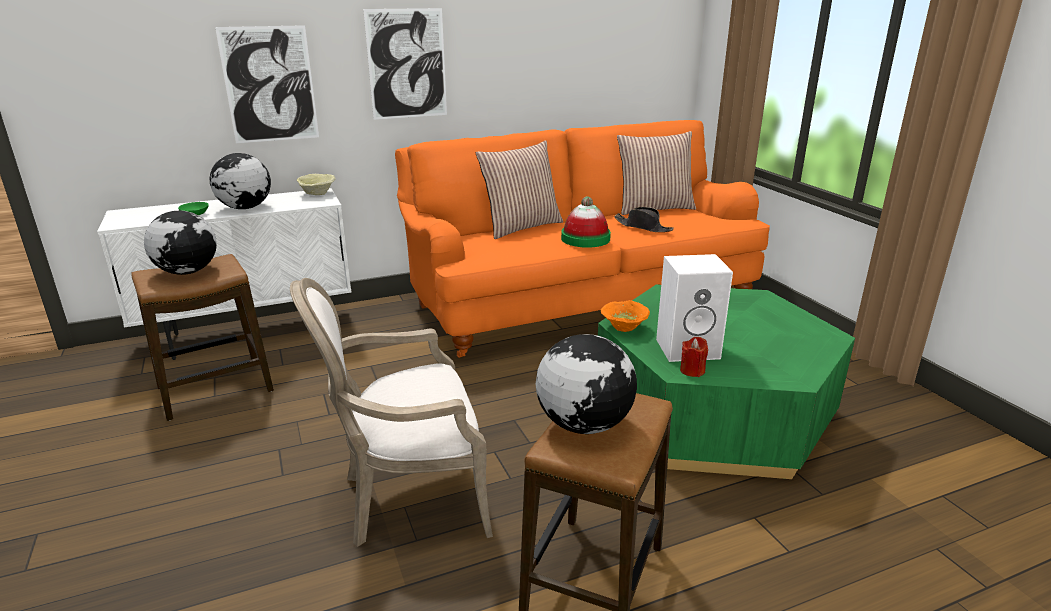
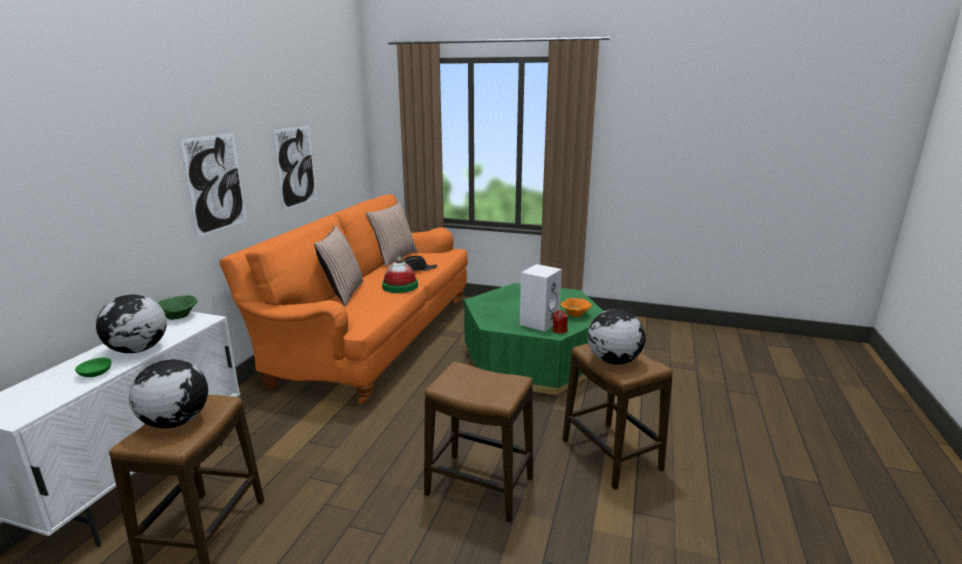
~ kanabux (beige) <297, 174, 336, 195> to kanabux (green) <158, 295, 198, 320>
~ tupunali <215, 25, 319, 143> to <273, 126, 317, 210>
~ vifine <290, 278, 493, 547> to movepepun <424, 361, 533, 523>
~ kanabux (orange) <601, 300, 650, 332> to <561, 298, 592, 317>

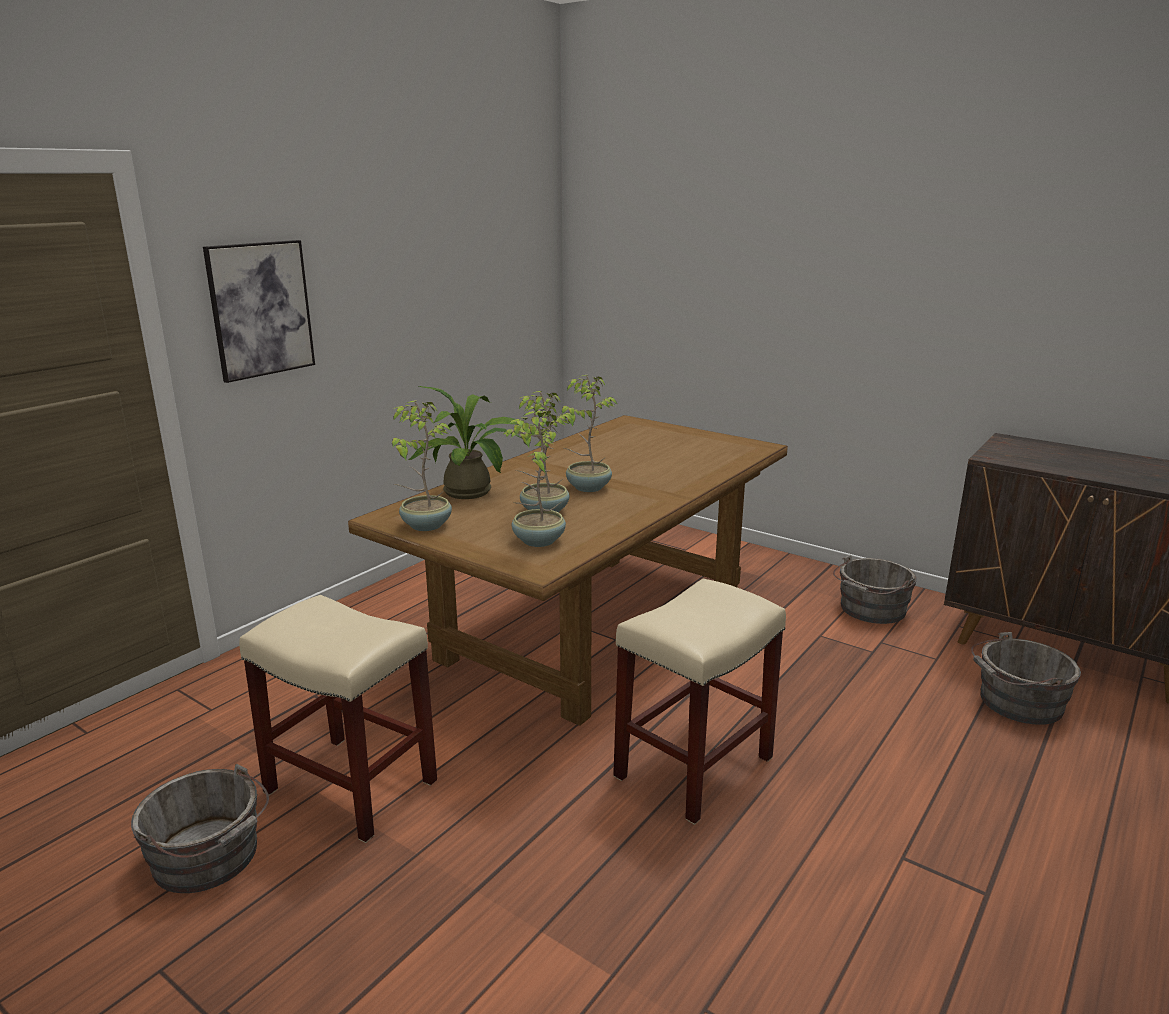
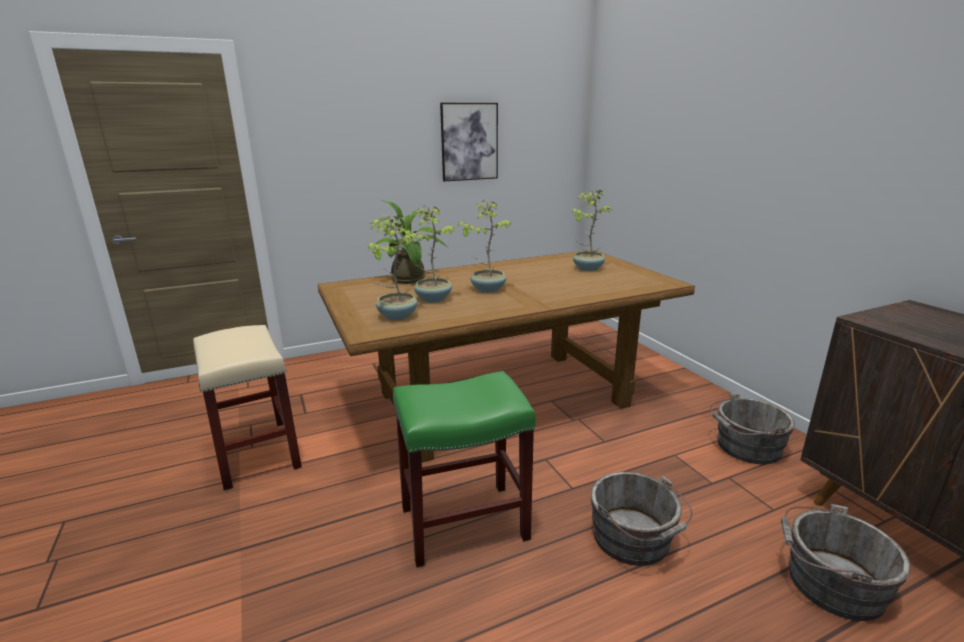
~ movepepun (beige) <613, 579, 786, 825> to movepepun (green) <393, 371, 536, 568>
~ tupunali <203, 240, 315, 383> to <440, 103, 498, 182>
~ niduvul <392, 401, 452, 531> to <572, 189, 612, 271>
~ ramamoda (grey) <131, 763, 269, 893> to <590, 472, 693, 566>

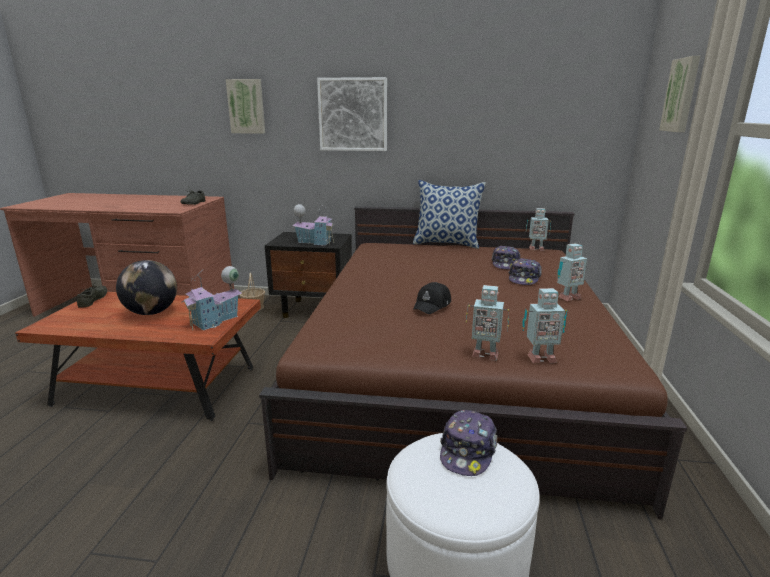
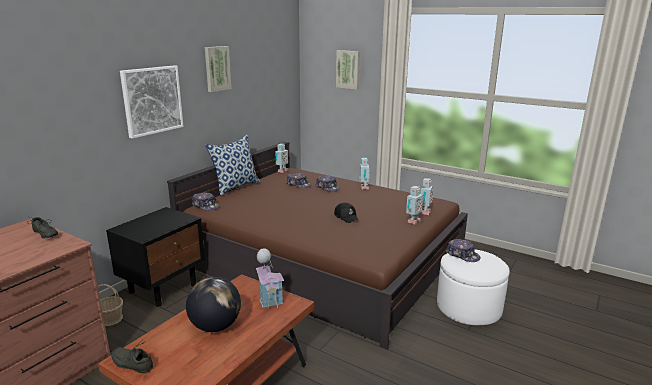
+ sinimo <192, 192, 219, 210>
~ tupunali <226, 79, 265, 134> to <205, 46, 231, 92>
- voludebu <293, 203, 334, 246>

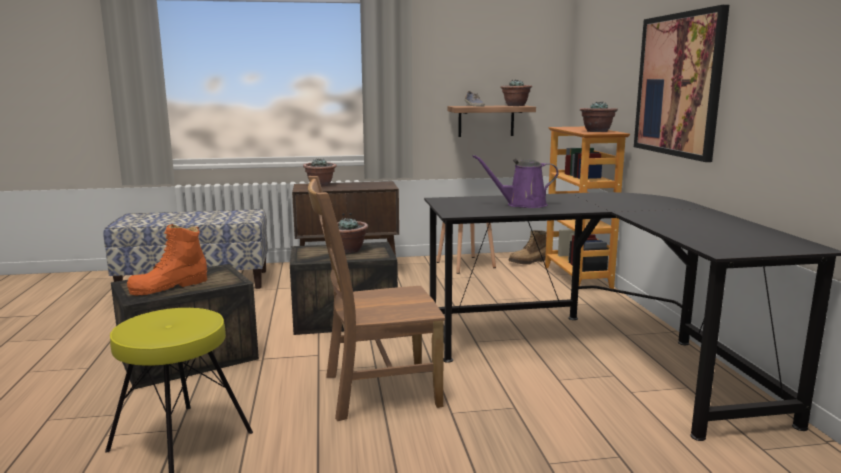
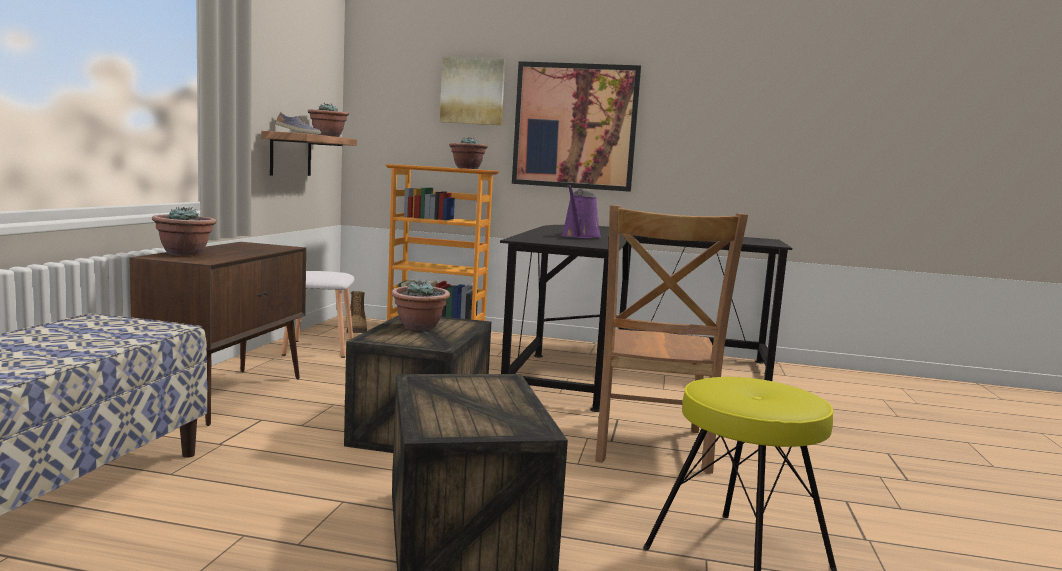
+ tupunali <440, 57, 505, 125>
- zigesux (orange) <127, 224, 207, 296>

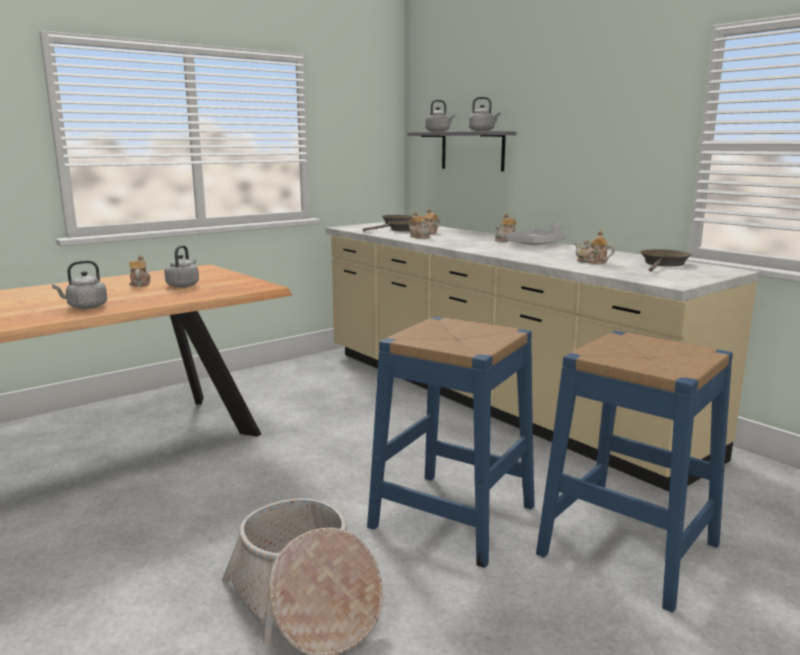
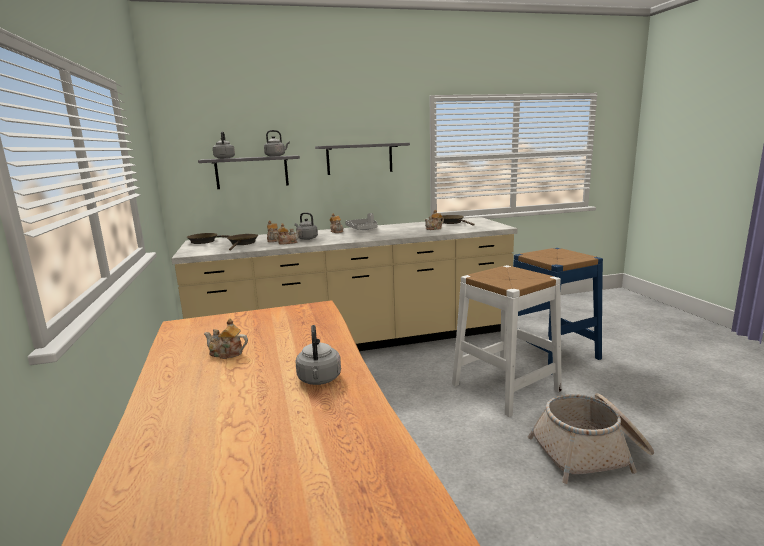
~ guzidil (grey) <165, 245, 199, 287> to <295, 212, 318, 240>
+ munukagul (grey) <315, 143, 410, 175>
~ movepepun (blue) <367, 317, 535, 568> to movepepun (white) <452, 265, 562, 417>

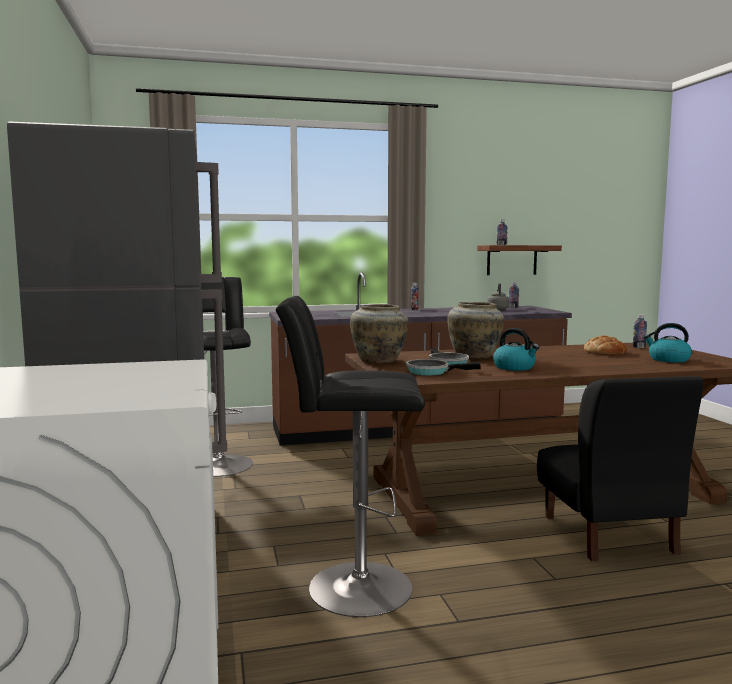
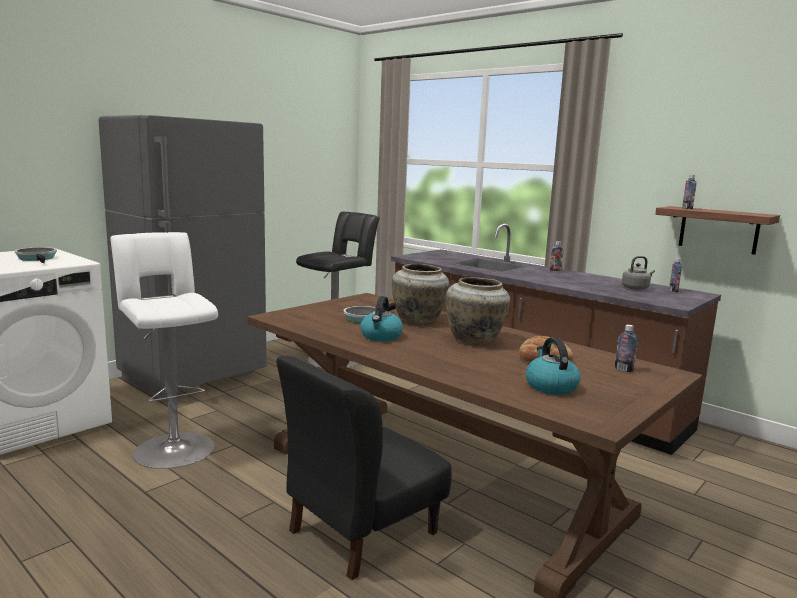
~ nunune <406, 359, 481, 376> to <15, 247, 57, 263>
~ movepepun (black) <276, 296, 425, 617> to movepepun (white) <110, 232, 218, 469>
~ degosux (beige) <350, 304, 408, 363> to <446, 277, 510, 345>

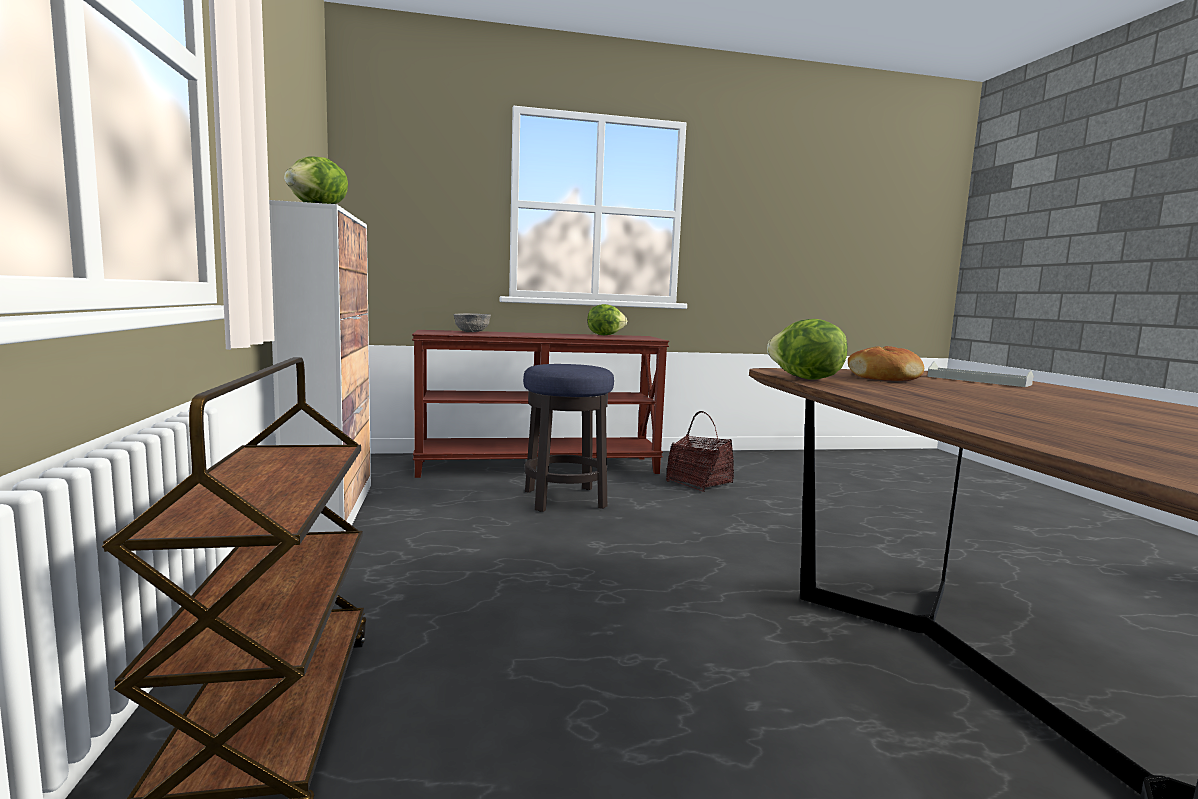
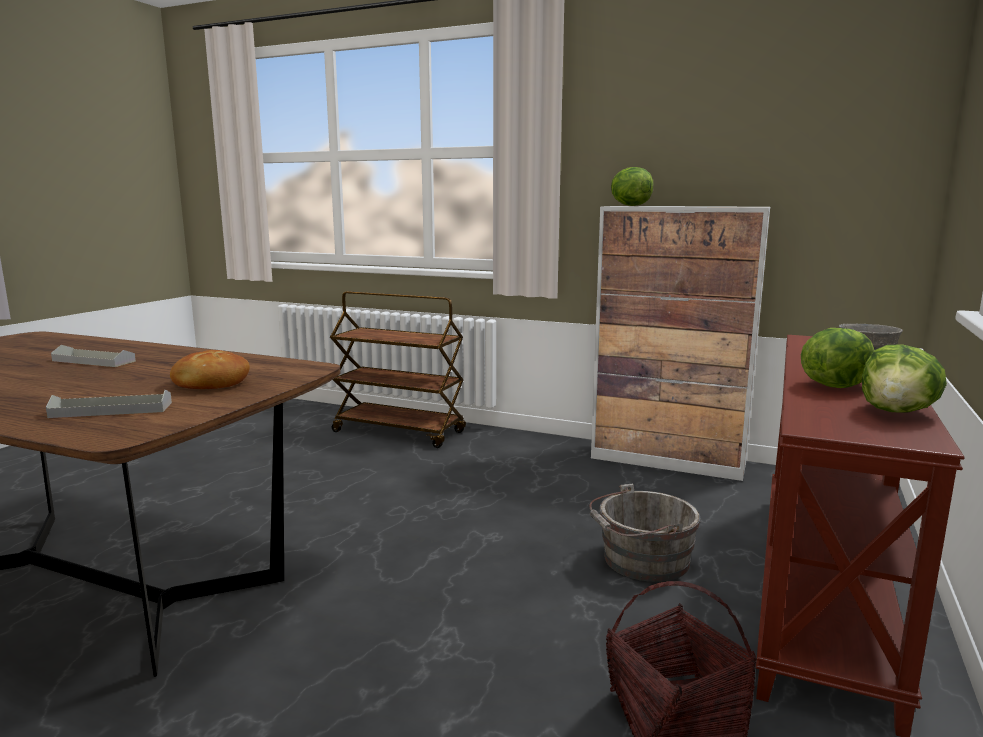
+ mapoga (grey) <51, 345, 136, 367>
~ movepepun <523, 364, 614, 512> to ramamoda (grey) <589, 483, 701, 582>
~ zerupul <767, 319, 848, 380> to <801, 328, 874, 388>

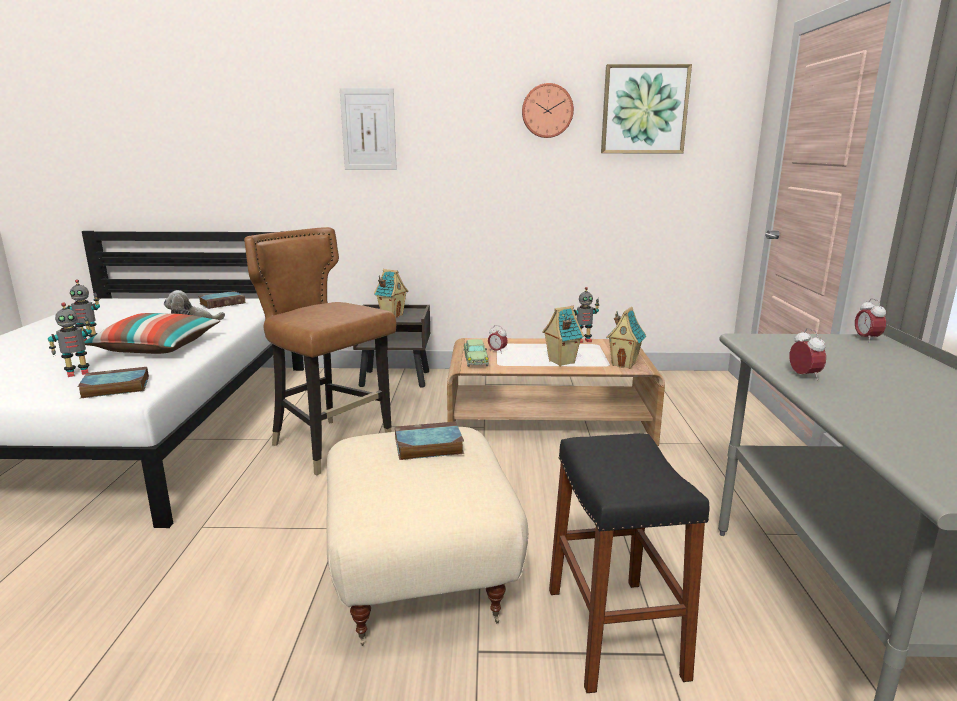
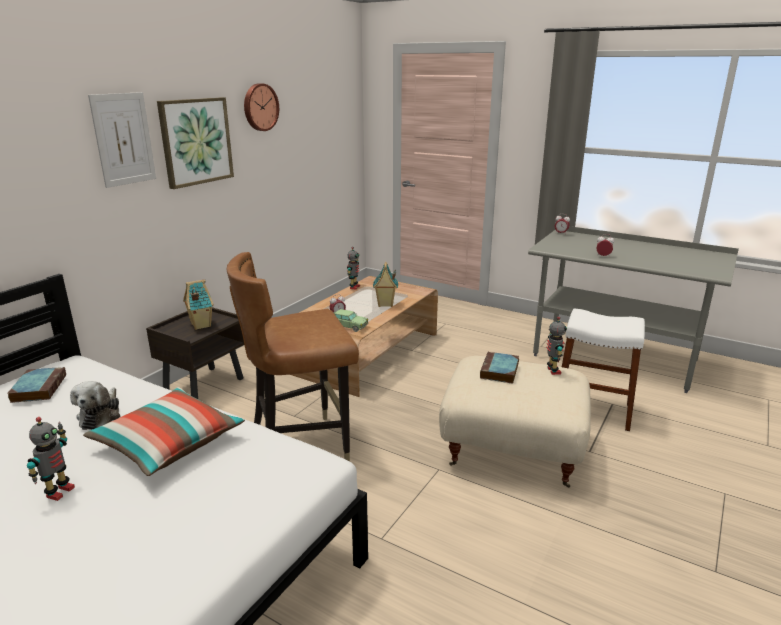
~ tupunali <601, 64, 692, 153> to <157, 97, 234, 189>
~ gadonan <48, 302, 92, 377> to <546, 317, 567, 375>
~ movepepun (black) <549, 433, 709, 693> to movepepun (white) <562, 309, 645, 431>
- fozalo <78, 367, 149, 398>
- voludebu <606, 307, 647, 369>

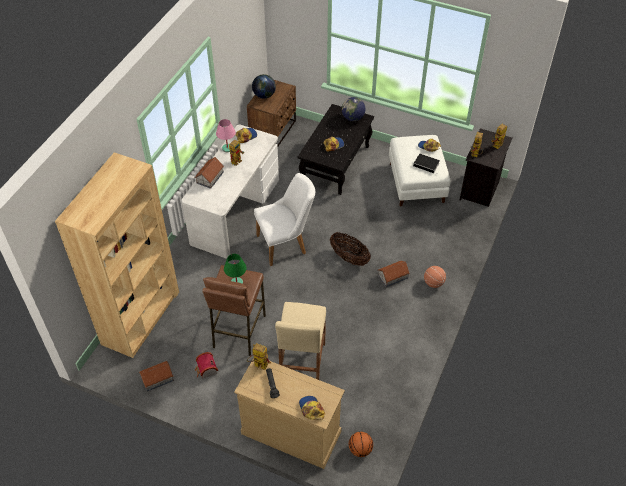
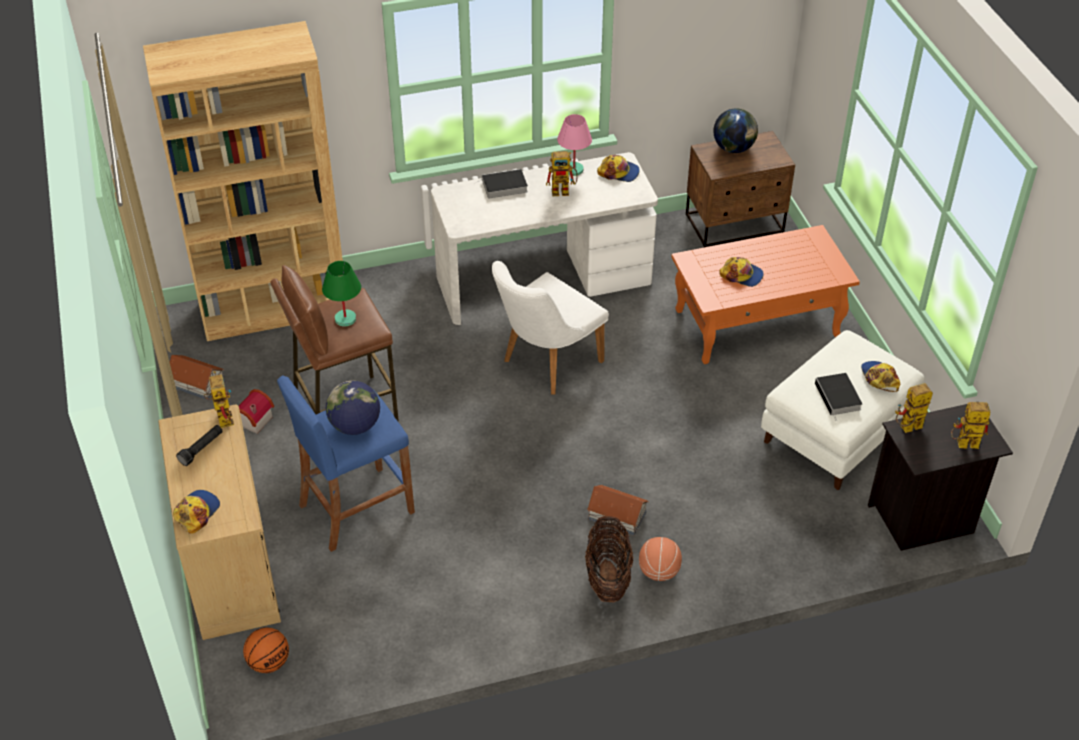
~ movepepun (beige) <275, 302, 326, 380> to movepepun (blue) <277, 376, 415, 552>
~ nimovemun <342, 97, 366, 121> to <326, 381, 380, 435>
~ voludebu <195, 157, 224, 189> to fozalo <475, 169, 528, 198>
~ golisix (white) <254, 173, 315, 266> = <492, 261, 609, 394> 105 degrees clockwise
~ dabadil <330, 232, 371, 266> to <585, 516, 633, 602>
~ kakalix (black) <298, 104, 374, 195> to kakalix (orange) <671, 225, 860, 364>

